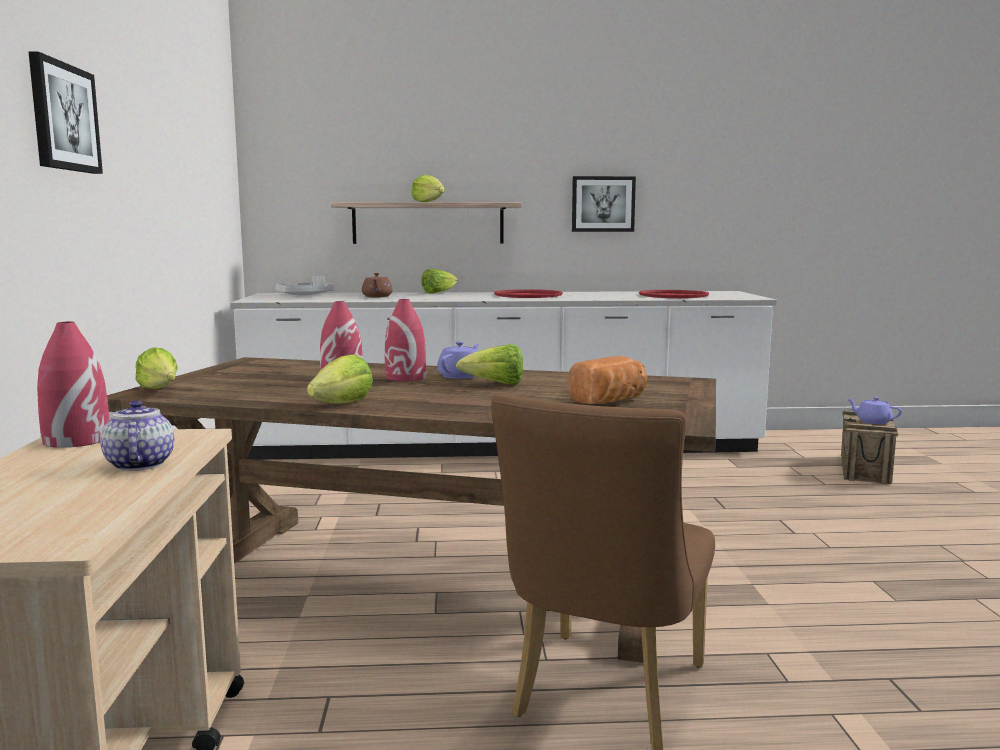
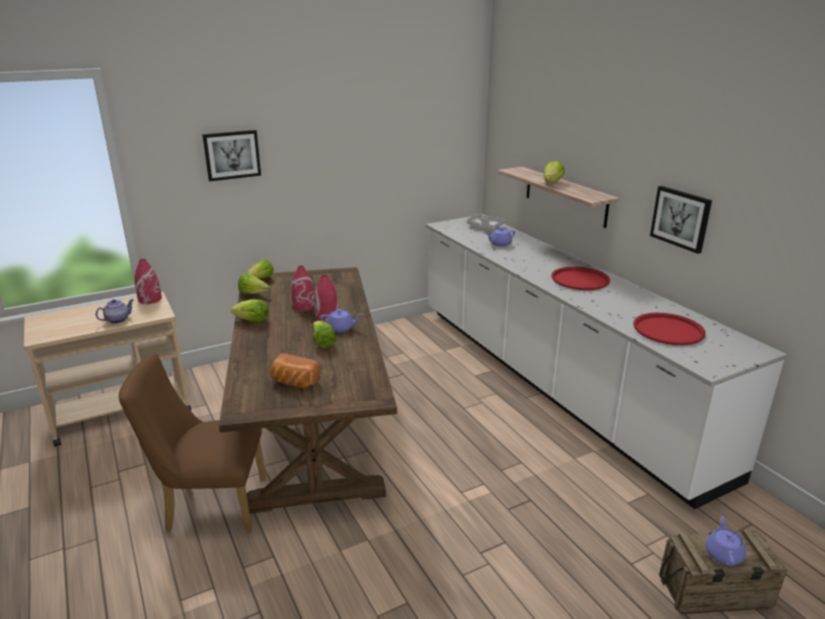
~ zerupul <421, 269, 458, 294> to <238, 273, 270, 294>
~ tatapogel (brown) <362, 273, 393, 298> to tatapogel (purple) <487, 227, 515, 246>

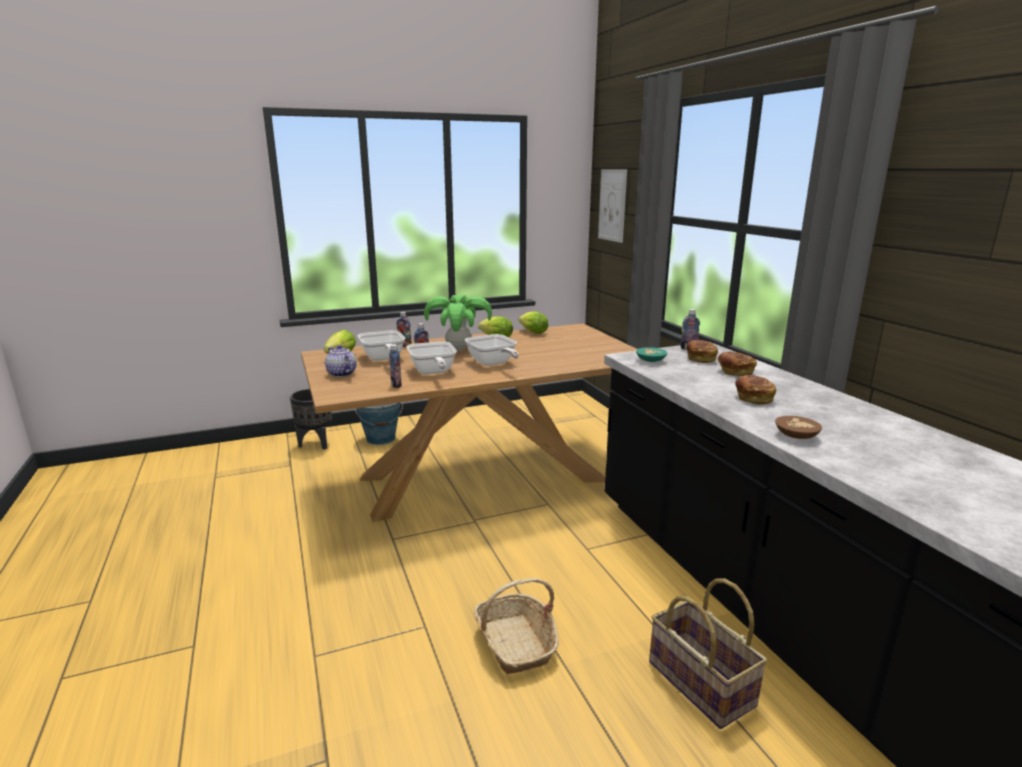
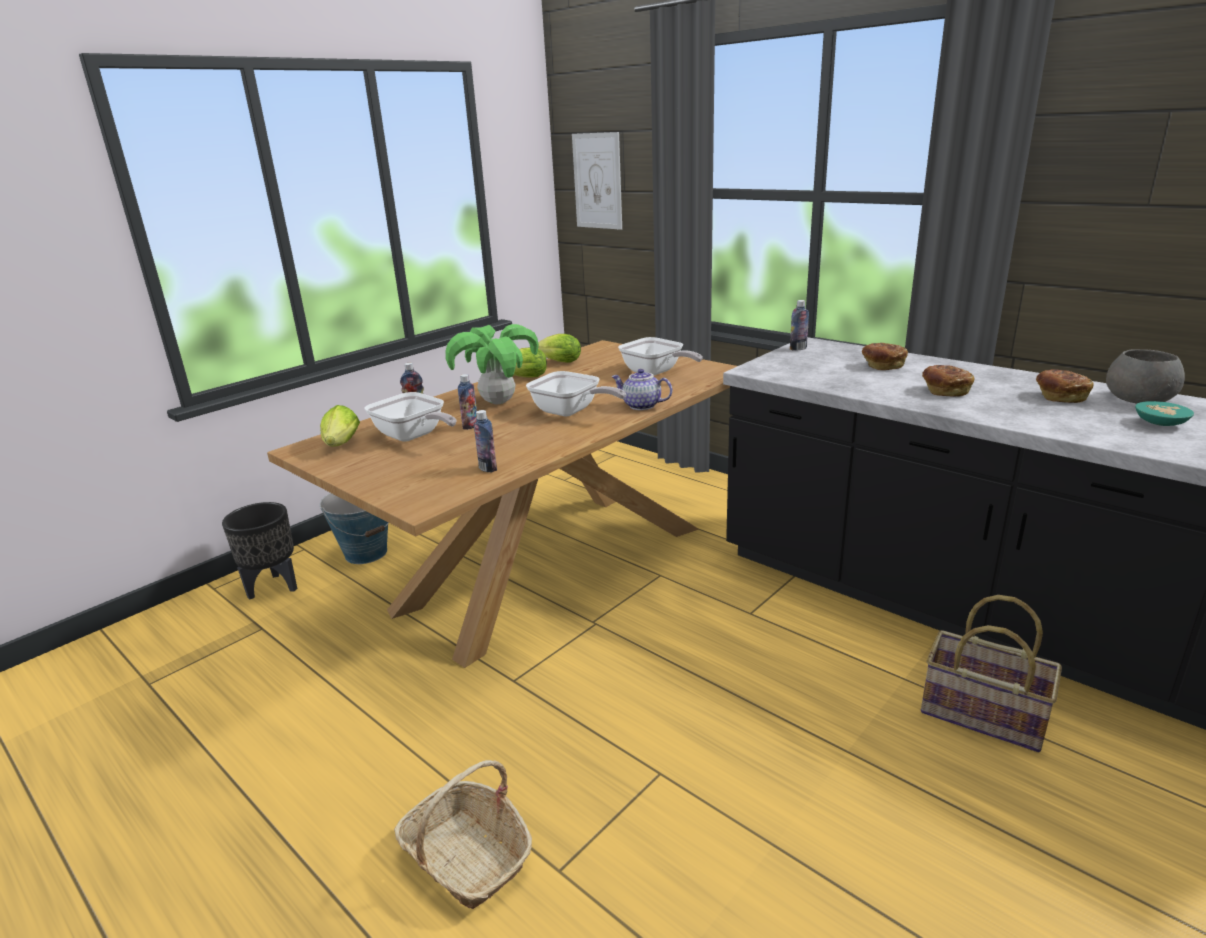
~ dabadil <474, 578, 559, 674> to <394, 760, 532, 909>
~ tatapogel <325, 345, 357, 377> to <611, 369, 673, 410>
~ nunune <407, 341, 457, 374> to <618, 337, 703, 375>
~ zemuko <686, 340, 718, 363> to <1036, 369, 1094, 403>
+ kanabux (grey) <1106, 349, 1185, 403>
~ kanabux (turquoise) <636, 347, 667, 362> to <1135, 401, 1194, 426>
- kanabux (brown) <775, 416, 822, 439>

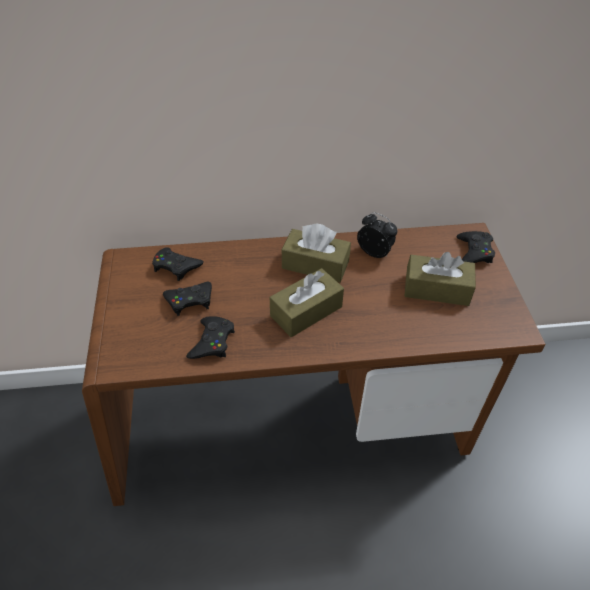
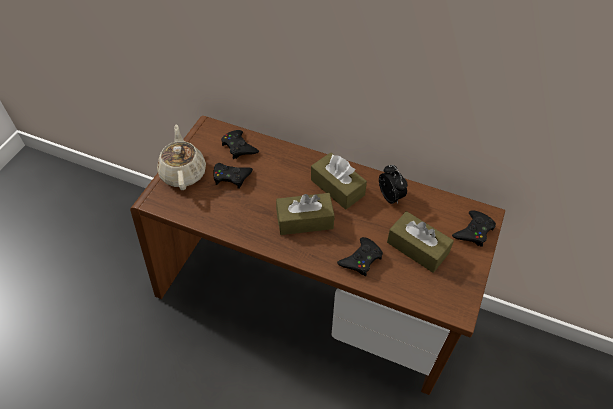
+ tatapogel (beige) <157, 124, 206, 190>
~ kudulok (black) <186, 316, 235, 359> to <337, 237, 383, 276>

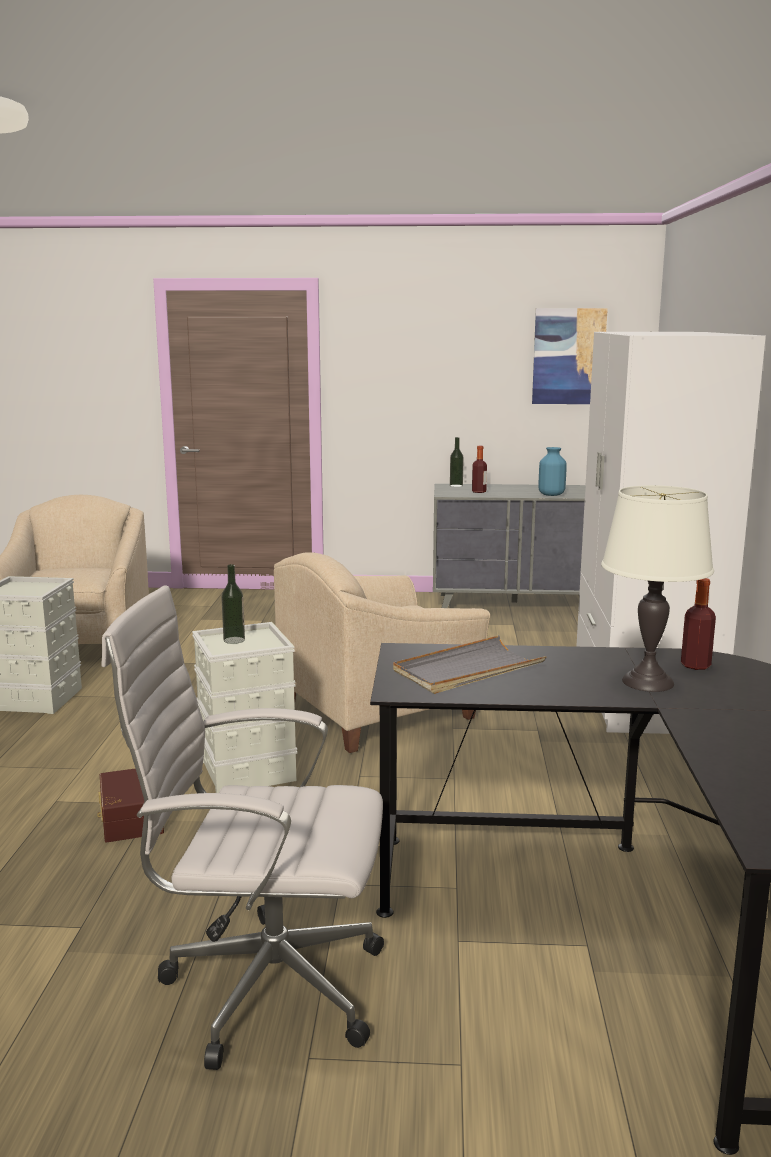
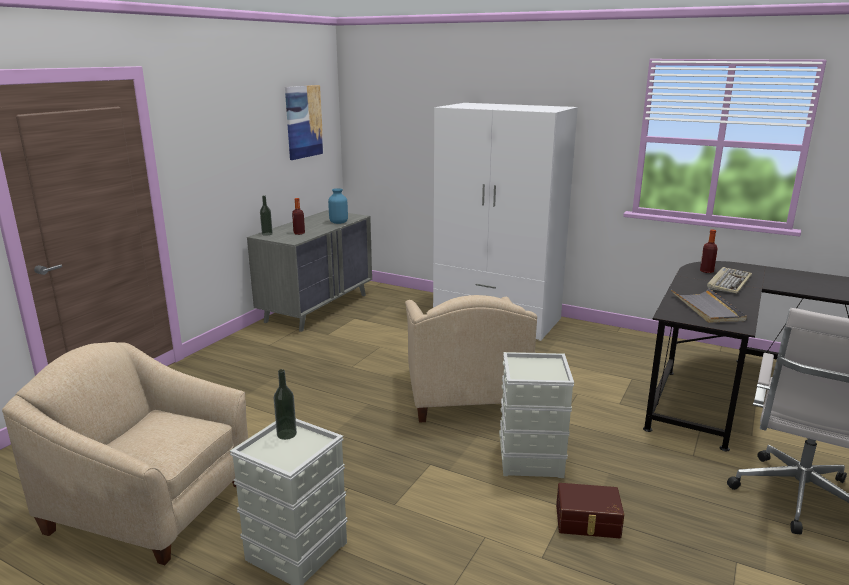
~ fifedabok <221, 564, 245, 644> to <274, 369, 297, 440>
~ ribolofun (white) <601, 485, 714, 692> to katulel <707, 267, 752, 293>

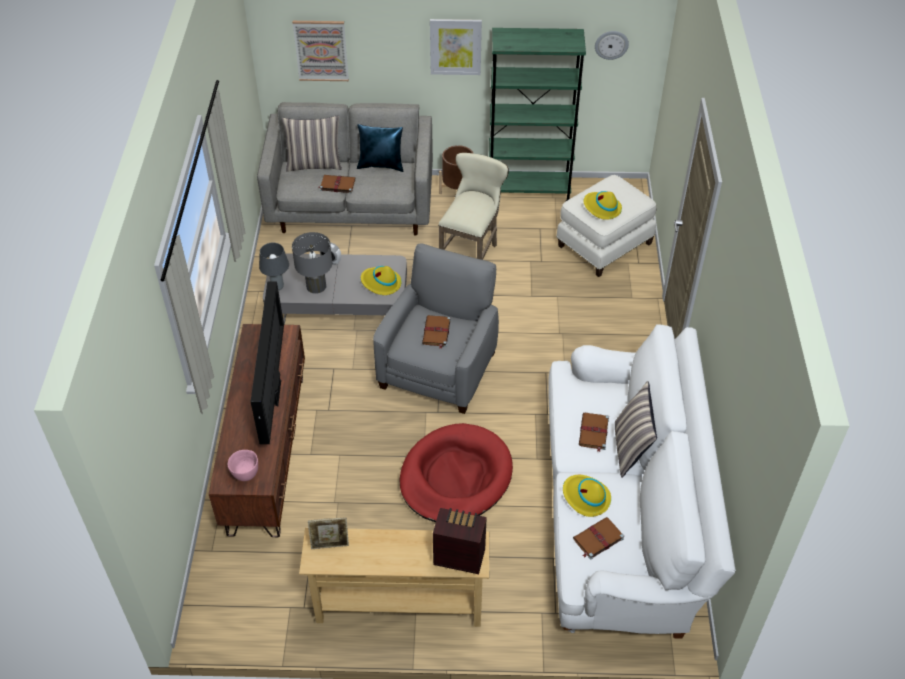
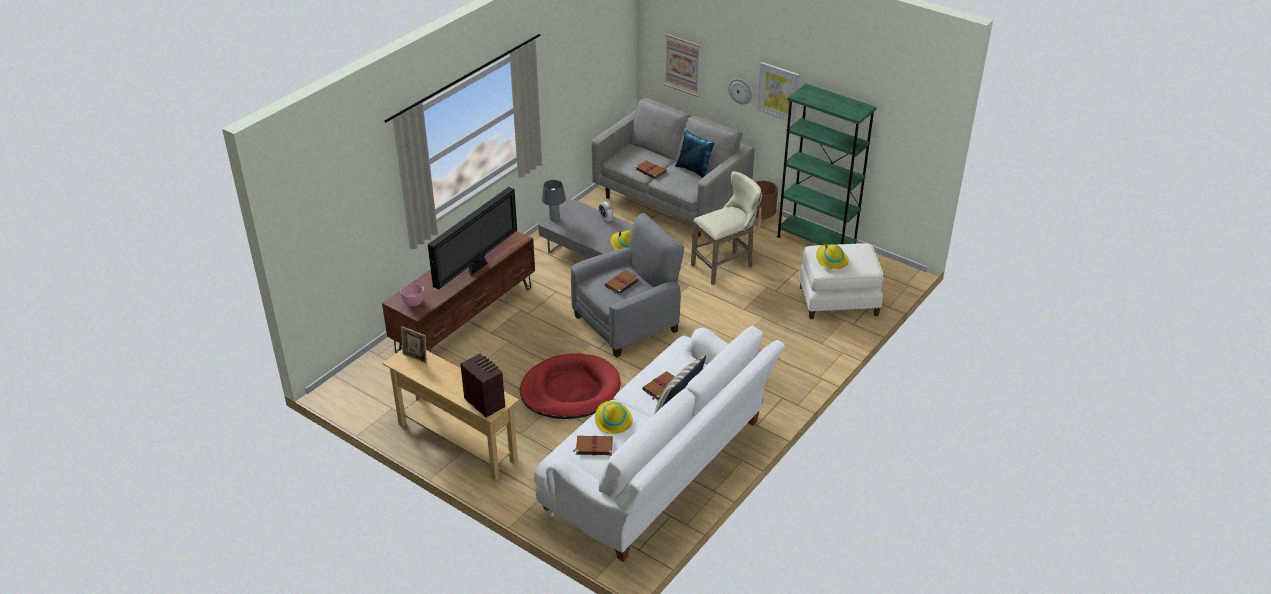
~ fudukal <595, 31, 629, 60> to <728, 78, 752, 105>
- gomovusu <282, 116, 342, 172>
- ribolofun (grey) <292, 232, 332, 294>

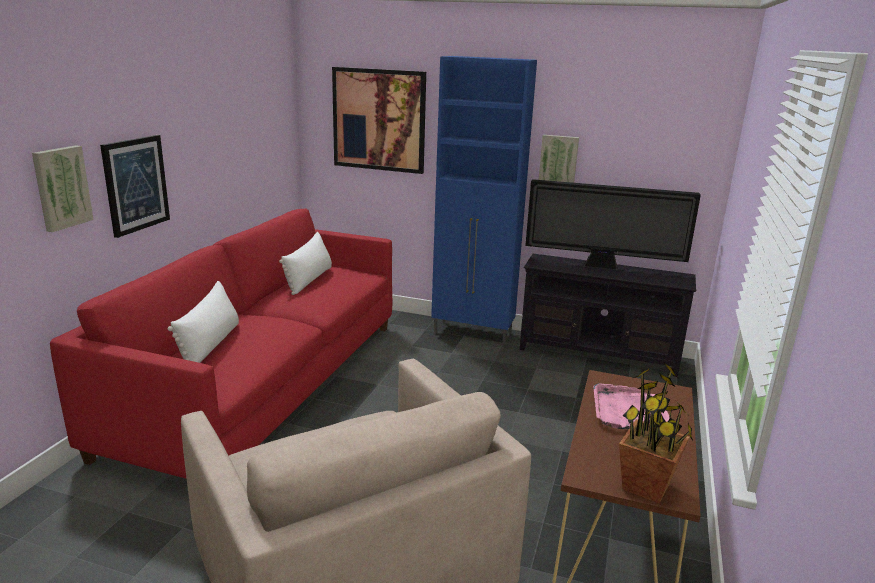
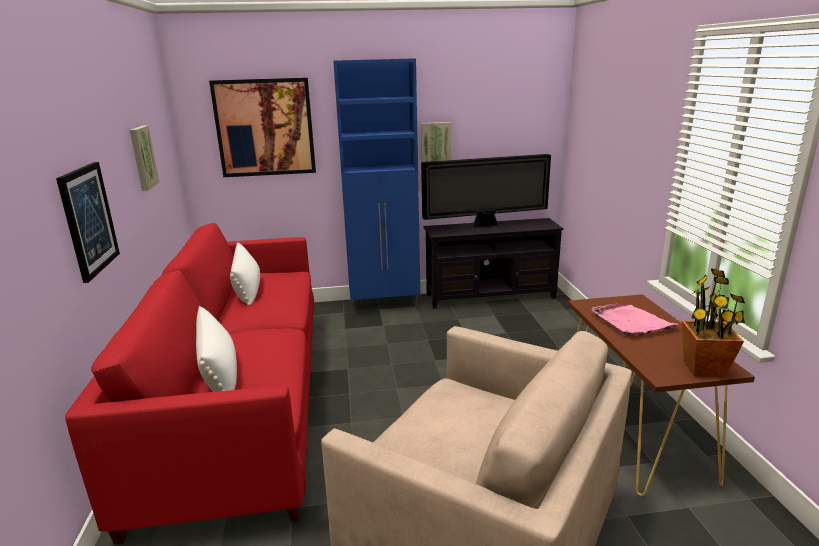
~ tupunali <32, 145, 94, 232> to <130, 125, 160, 191>

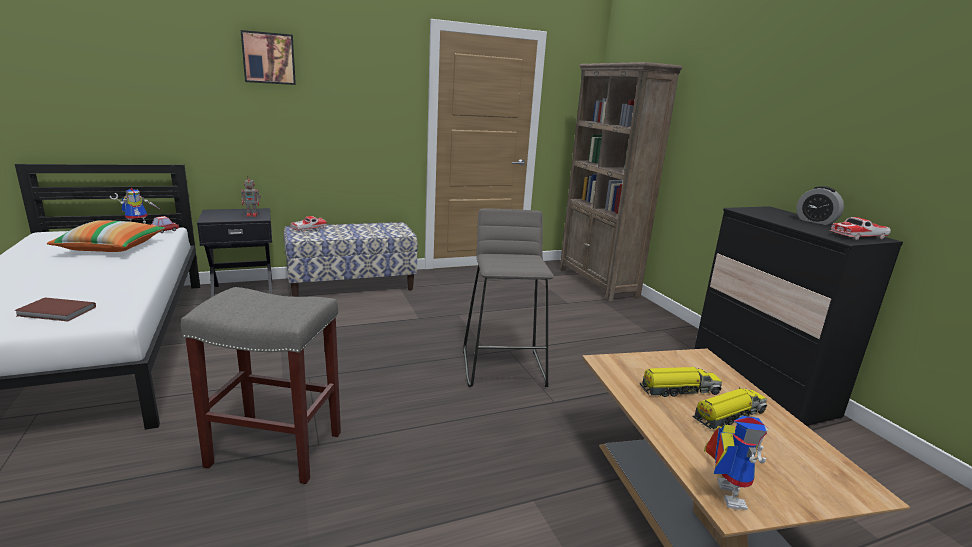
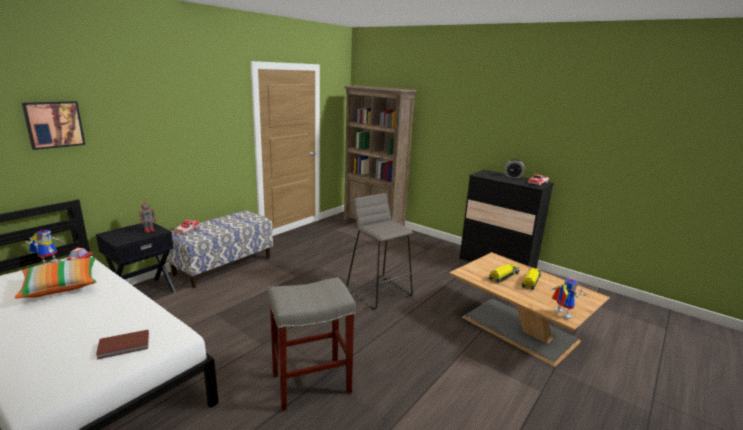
~ tupunali <241, 30, 296, 85> to <22, 101, 85, 150>

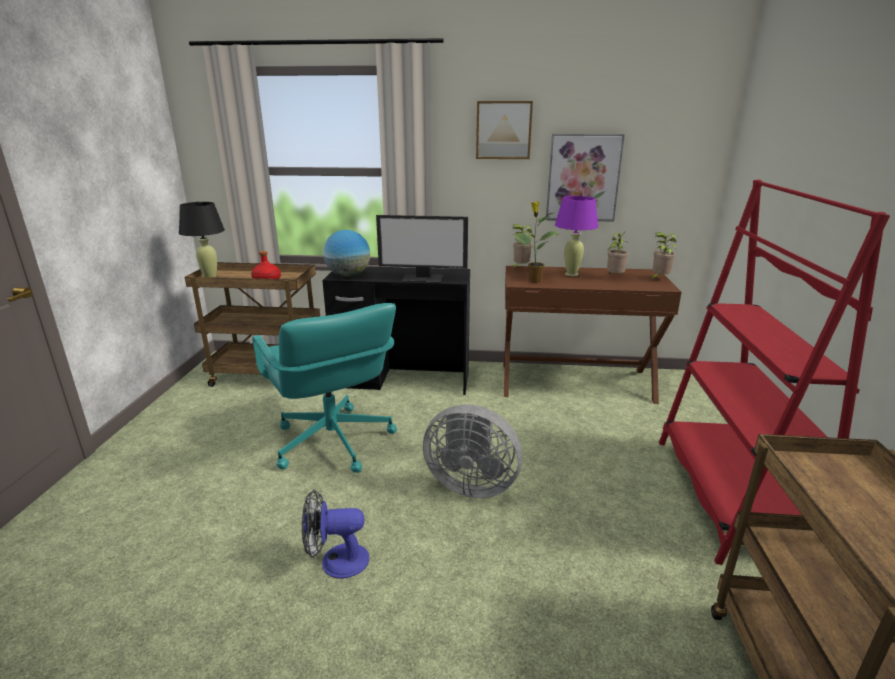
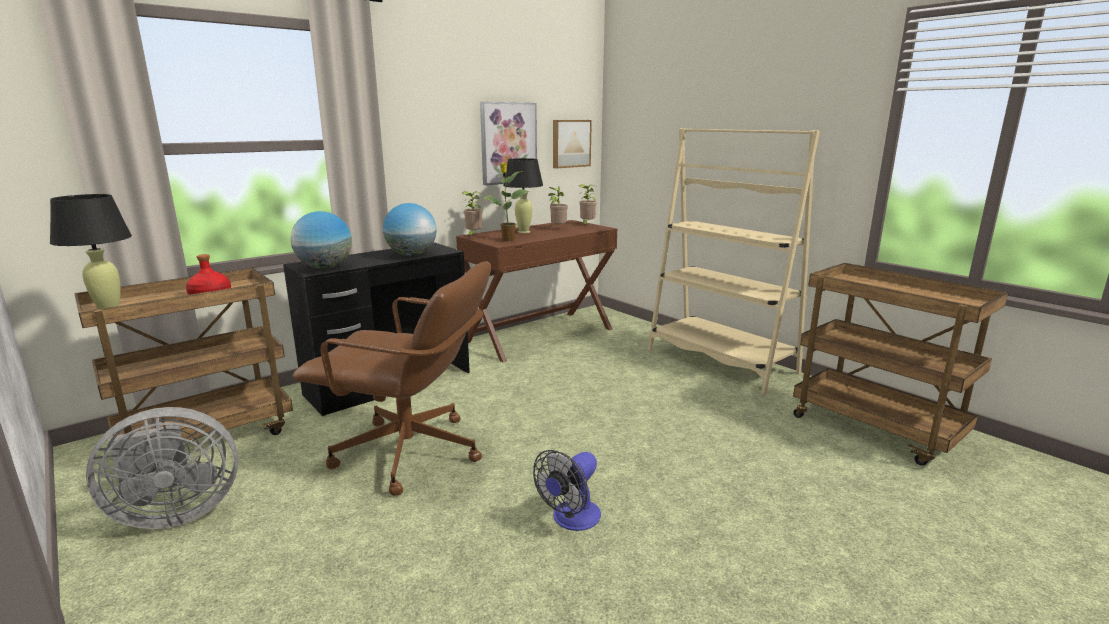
~ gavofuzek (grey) <423, 404, 523, 498> to <86, 407, 239, 529>
~ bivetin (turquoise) <252, 303, 397, 473> to bivetin (brown) <293, 261, 491, 496>
~ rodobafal <376, 215, 468, 283> to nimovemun <383, 203, 437, 256>
~ ribolofun (purple) <555, 196, 598, 276> to ribolofun (black) <503, 158, 543, 233>
~ tupunali <476, 101, 533, 159> to <553, 120, 592, 168>
~ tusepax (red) <659, 180, 890, 565> to tusepax (beige) <648, 128, 820, 395>

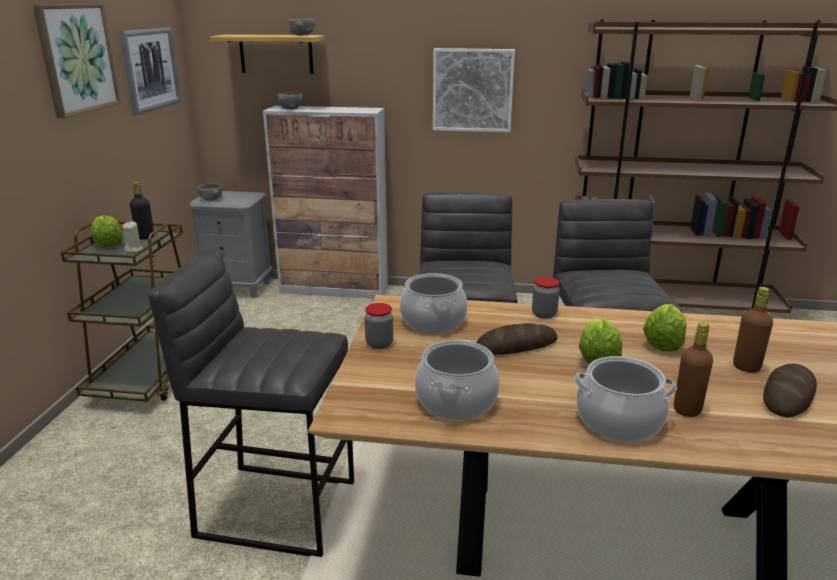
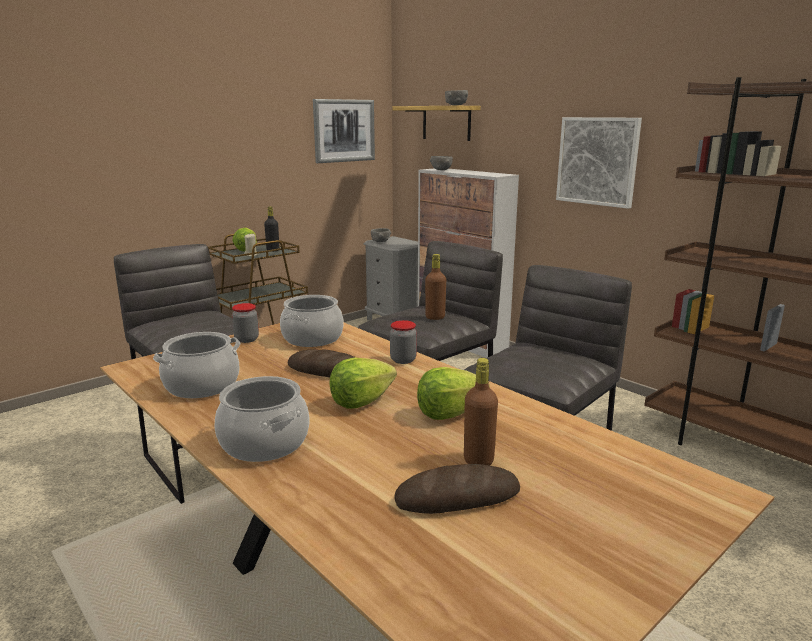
~ fifedabok (brown) <674, 322, 713, 417> to <425, 254, 446, 320>
- tupunali <33, 4, 121, 118>

